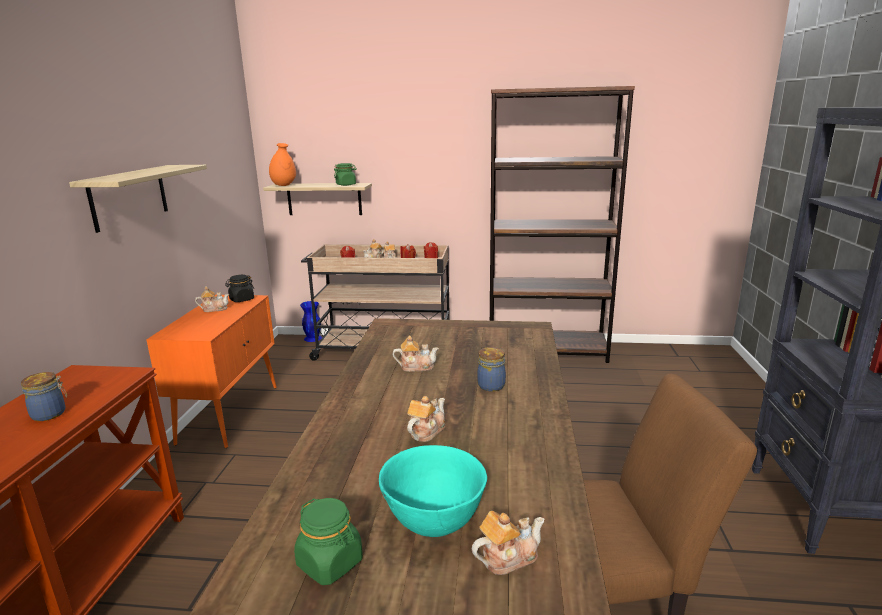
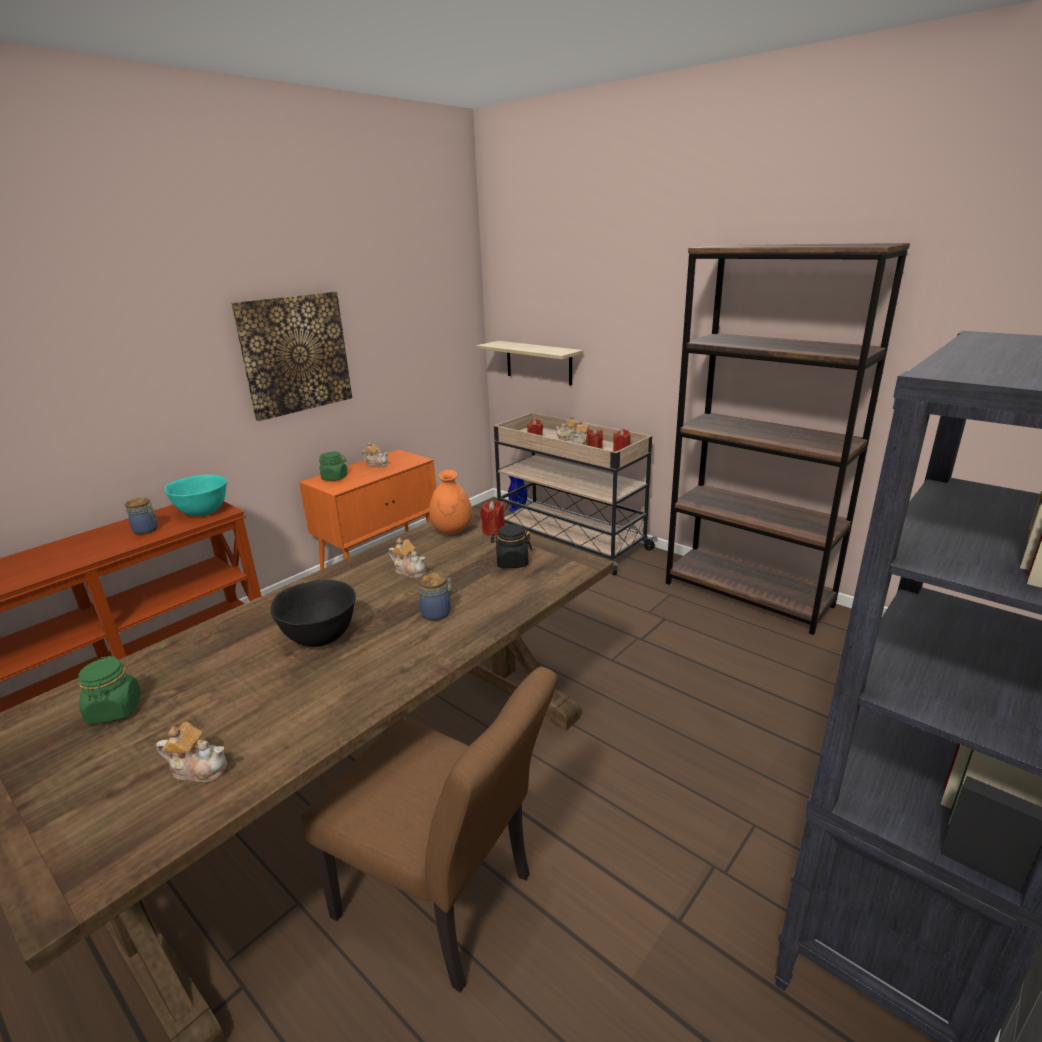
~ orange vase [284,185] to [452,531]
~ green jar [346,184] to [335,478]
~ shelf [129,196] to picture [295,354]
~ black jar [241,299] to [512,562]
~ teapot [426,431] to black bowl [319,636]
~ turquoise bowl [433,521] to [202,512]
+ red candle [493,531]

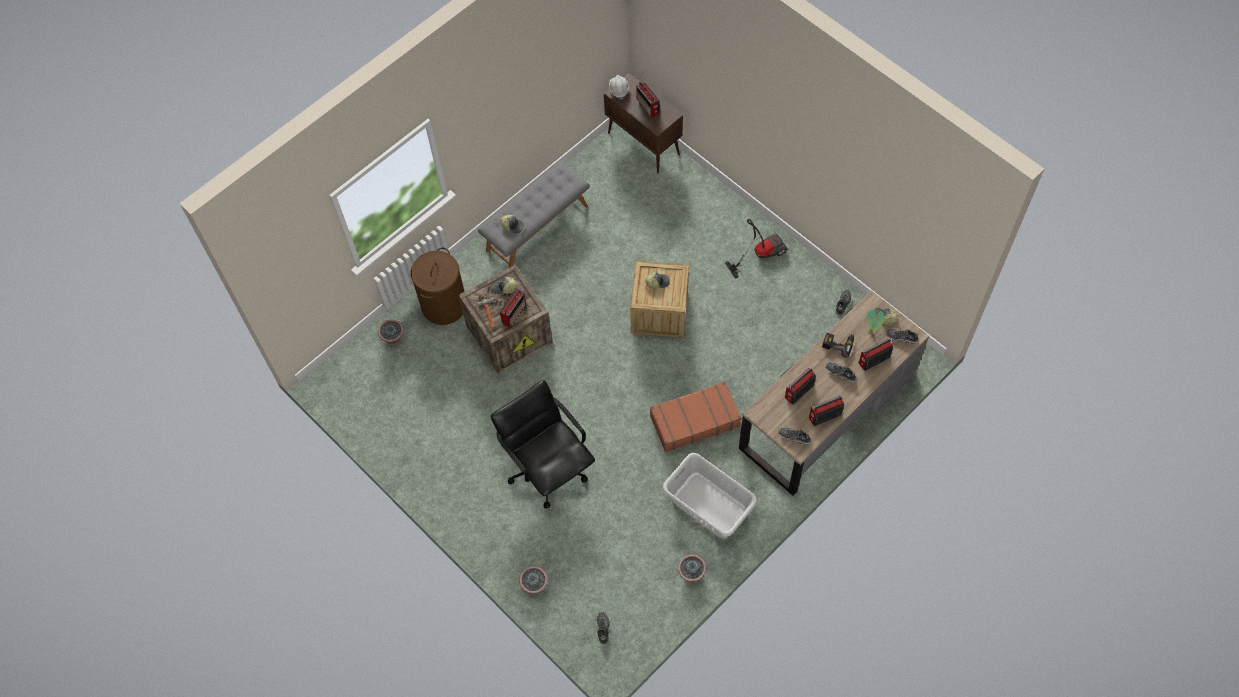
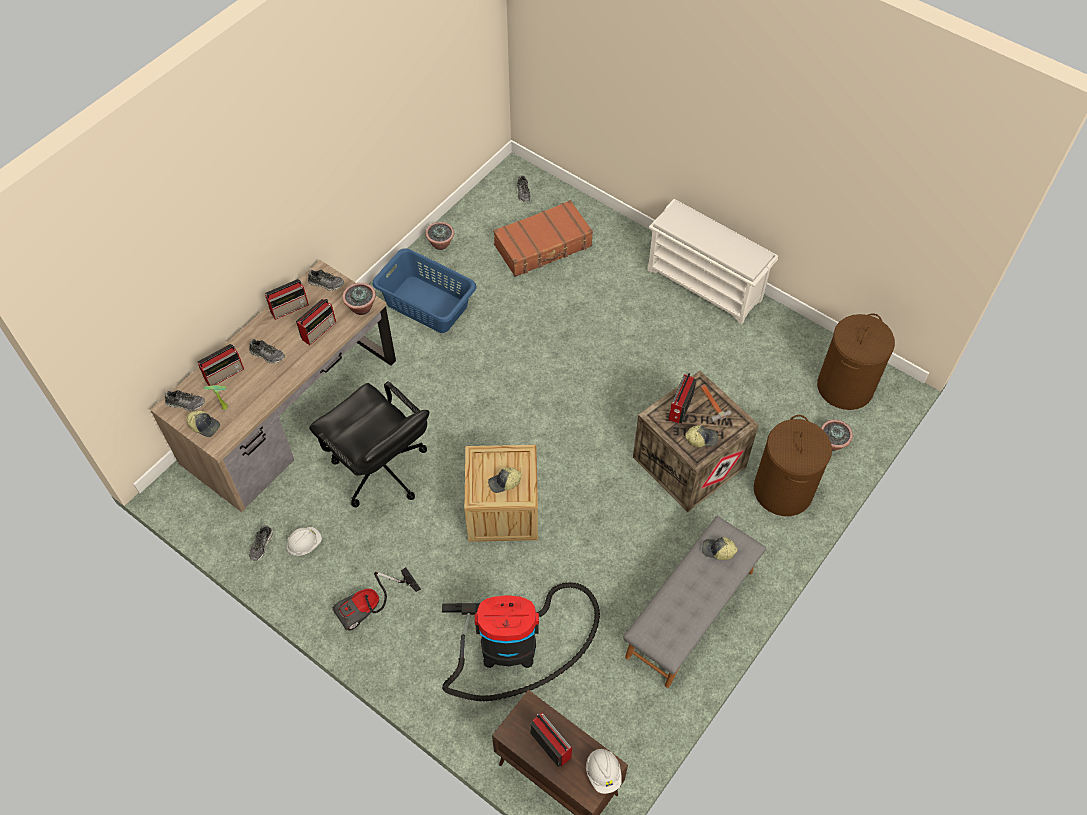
- power drill [838,343]
~ black office chair [548,468] to [380,470]
~ brown suitcase [694,420] to [543,246]
~ grey laundry basket [708,504] to blue laundry basket [427,305]
~ potted plant [534,585] to [361,308]
+ white shoe rack [705,285]
+ brown laundry basket [844,386]
+ white hard hat [305,544]
+ vacuum cleaner [515,645]

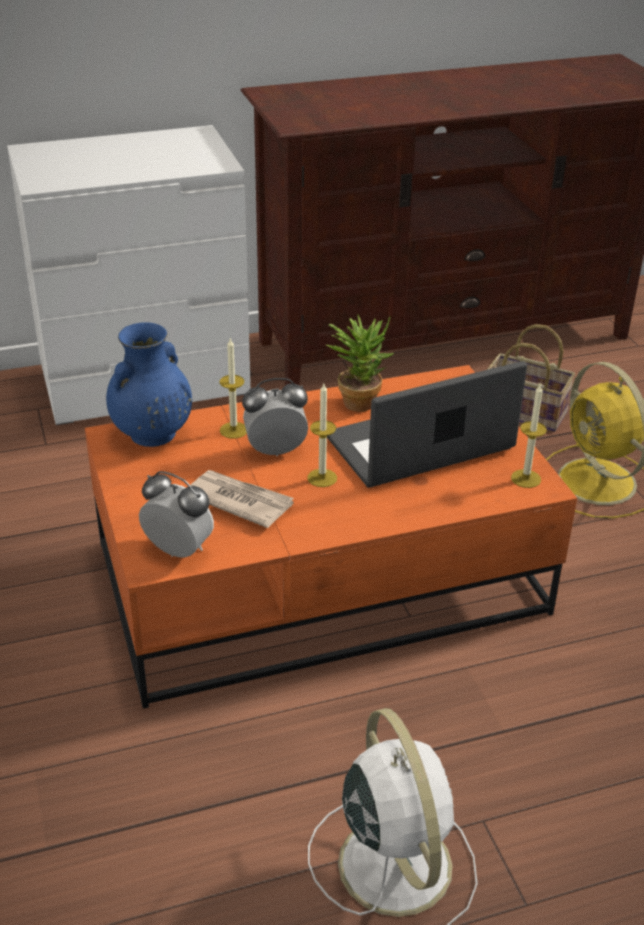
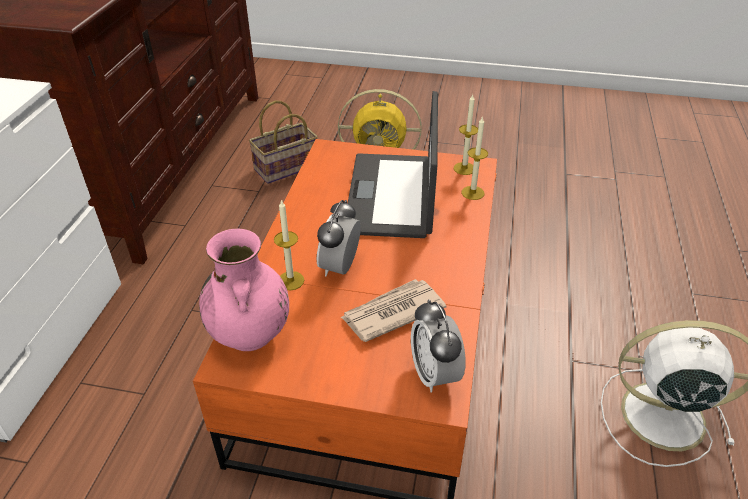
- potted plant [358,399]
~ blue vase [151,434] to pink vase [250,334]
~ candle [322,478] to [472,193]
~ alarm clock [178,550] = [434,374] 75 degrees counterclockwise

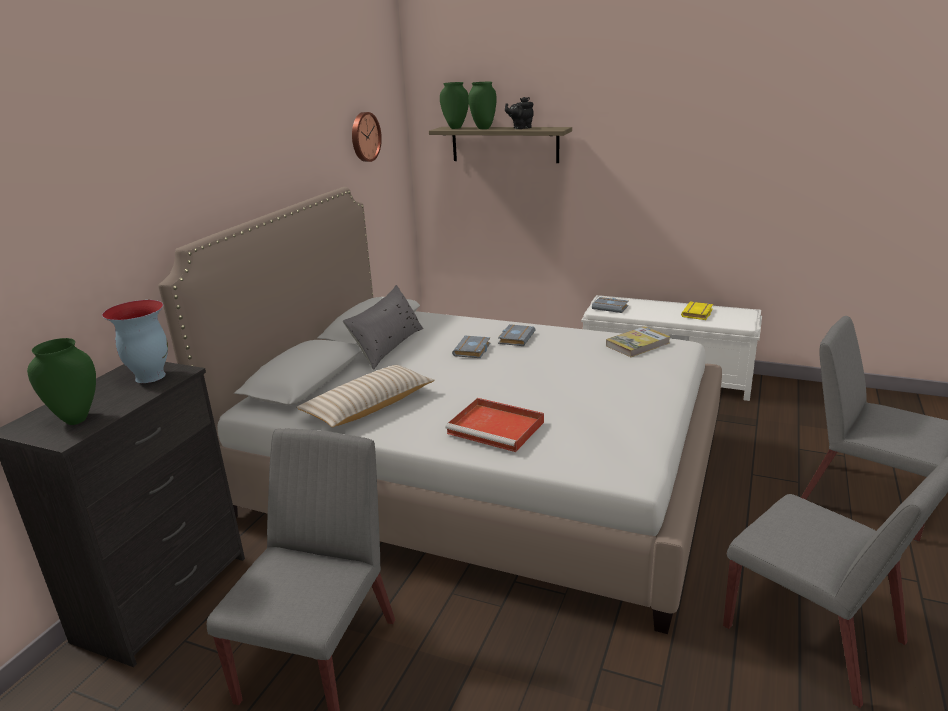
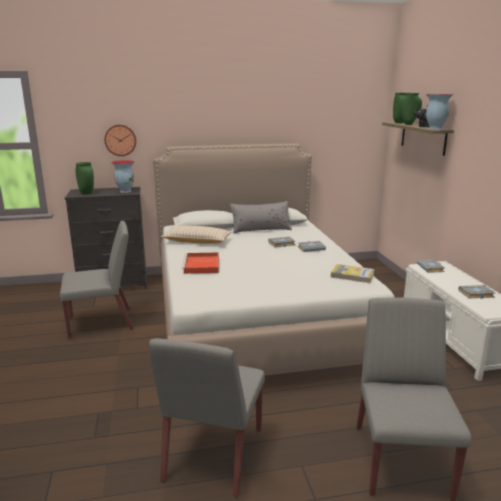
~ wall clock [364,137] to [120,140]
~ yellow book [698,314] to grey book [476,294]
+ vase [435,129]

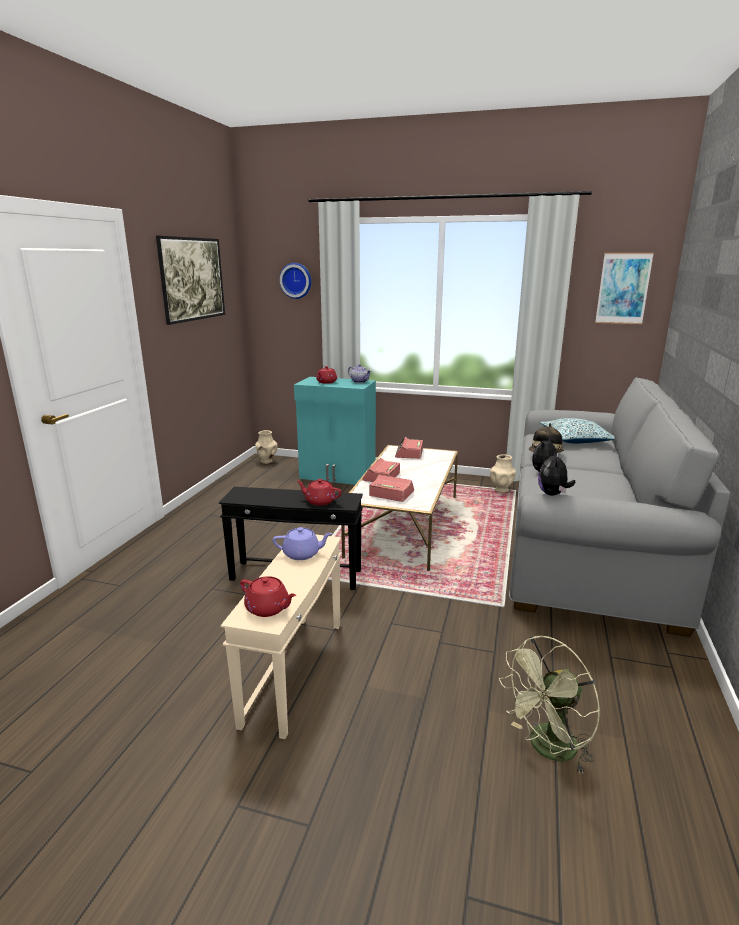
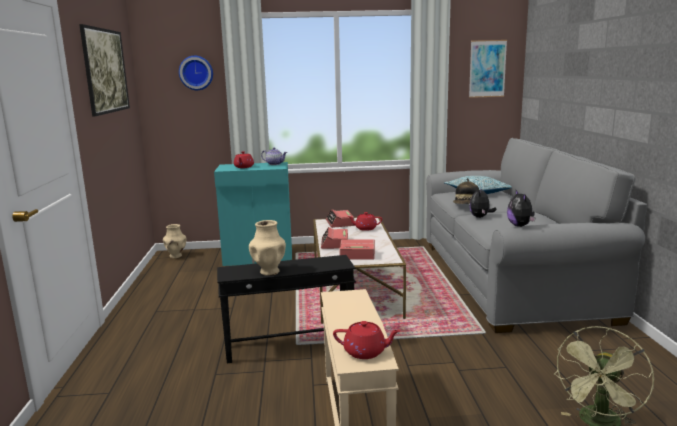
~ beige vase [501,490] to [269,272]
~ red teapot [319,501] to [365,228]
- purple teapot [302,554]

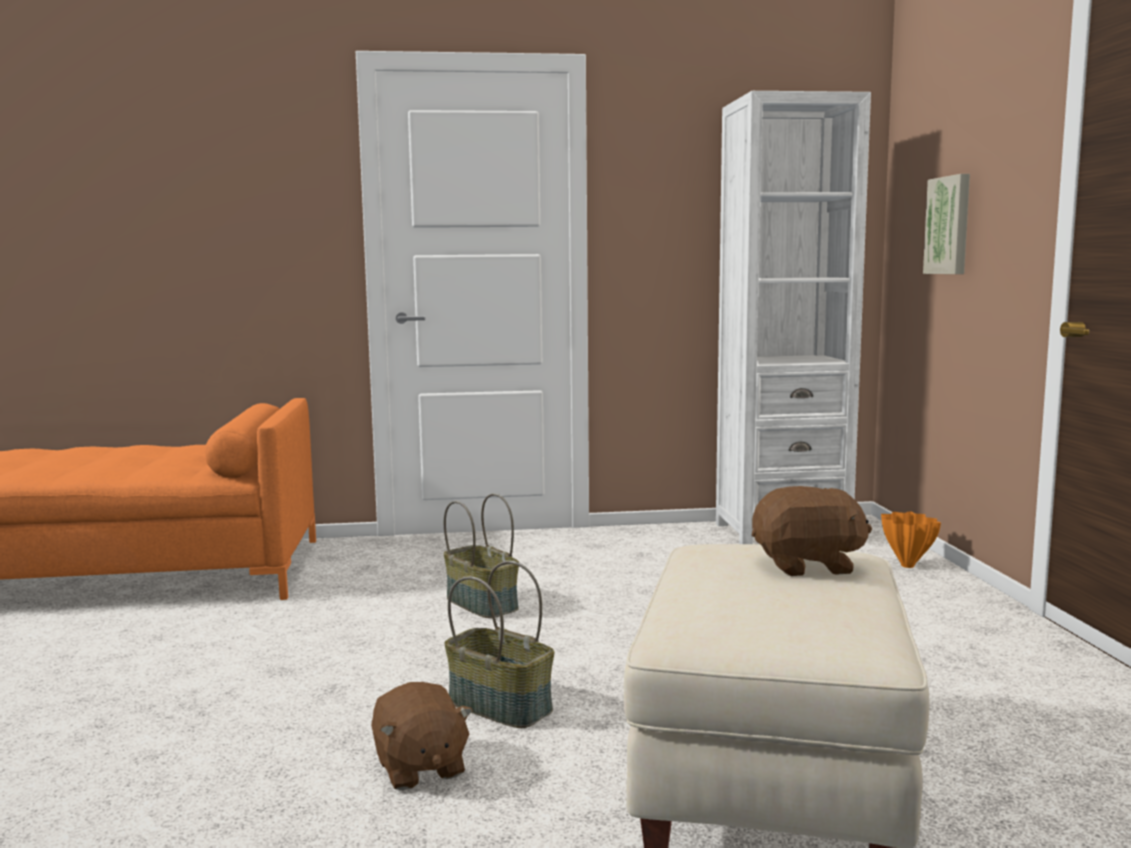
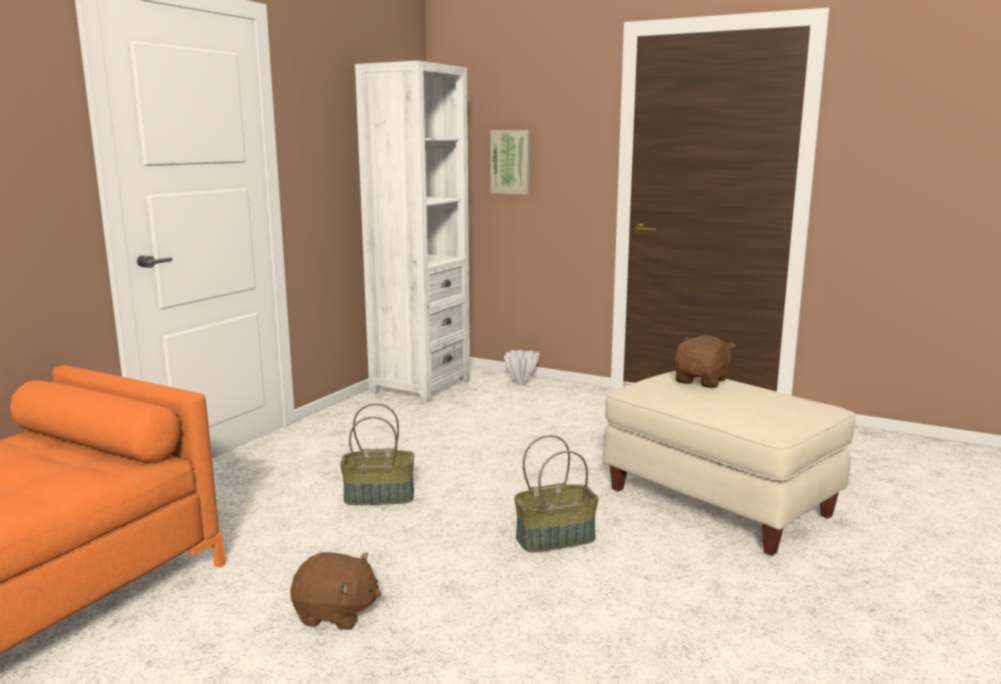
~ orange vase [906,565] to white vase [520,384]
~ brown plush toy [419,768] to [336,614]

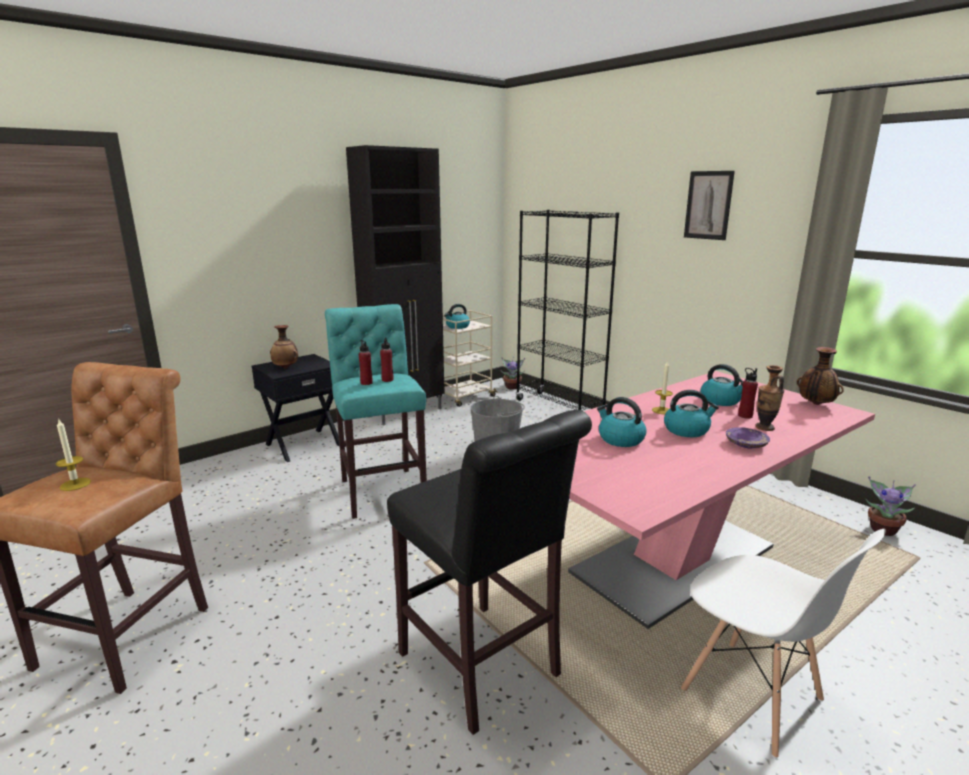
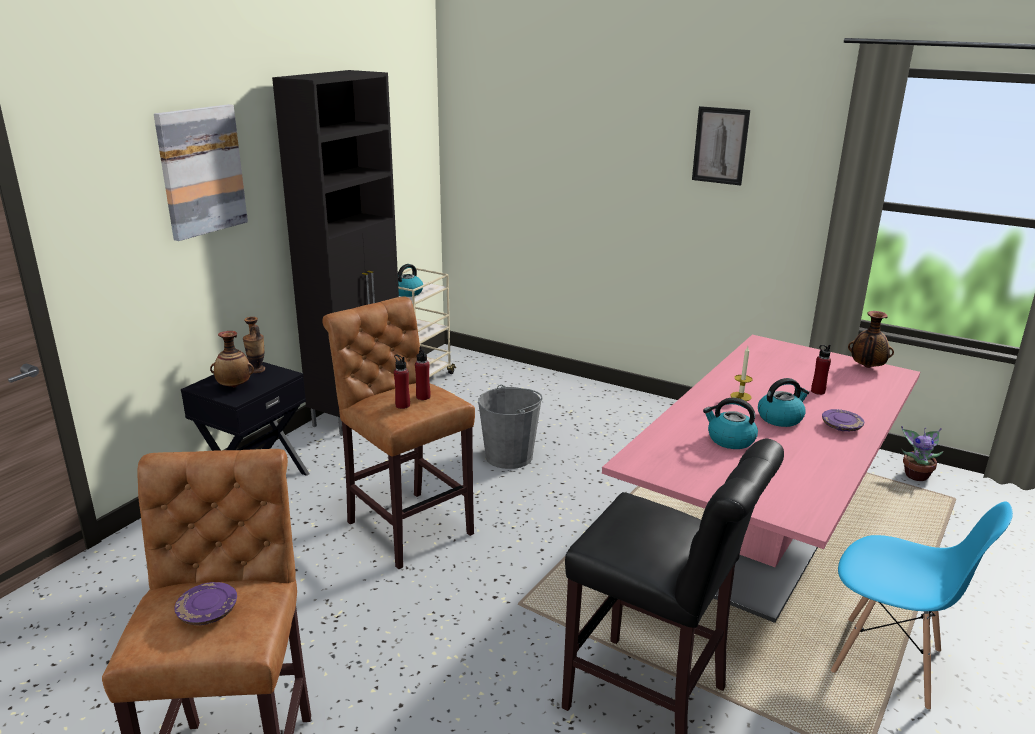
- black bookcase [559,408]
~ turquoise stool [382,490] to brown stool [406,525]
- potted plant [512,387]
- kettle [721,401]
~ vase [764,427] to [257,370]
~ candle [75,484] to purple plate [208,612]
~ white chair [752,696] to blue chair [888,663]
+ picture [201,171]

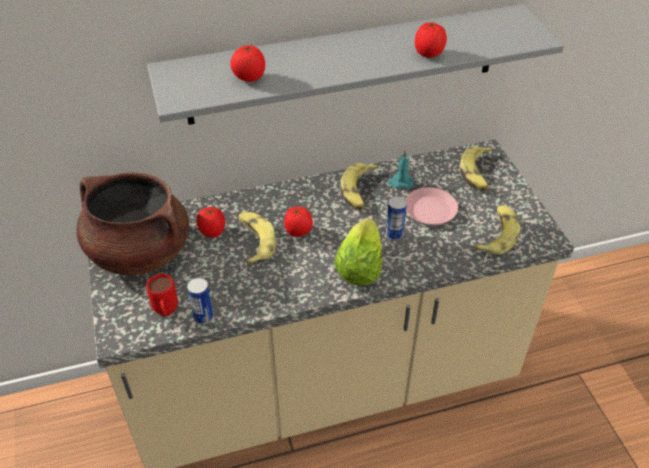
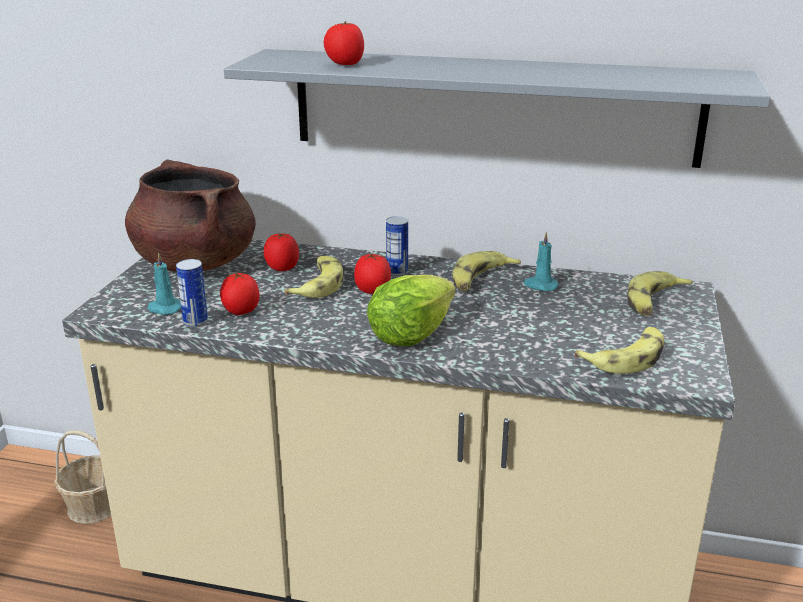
~ tomato [428,54] to [241,312]
- pink plate [430,210]
~ can [394,235] to [397,273]
~ red mug [166,313] to turquoise candle [164,308]
+ basket [93,506]

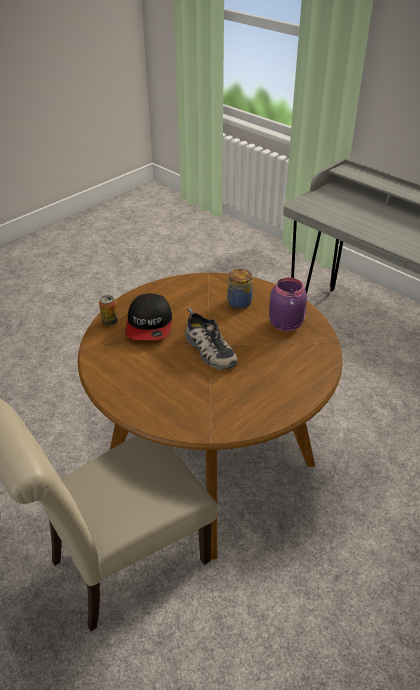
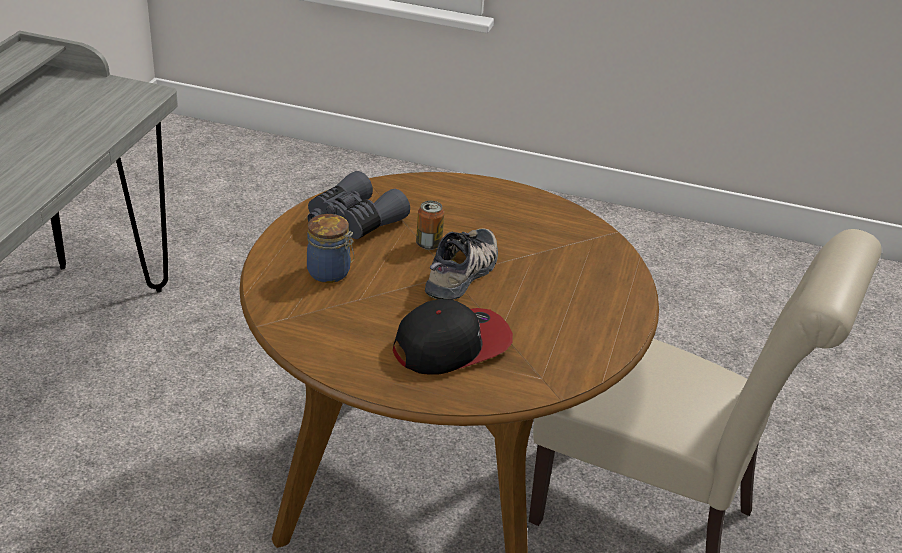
~ purple jar [286,323] to grey binoculars [352,222]
~ can [110,321] to [429,244]

